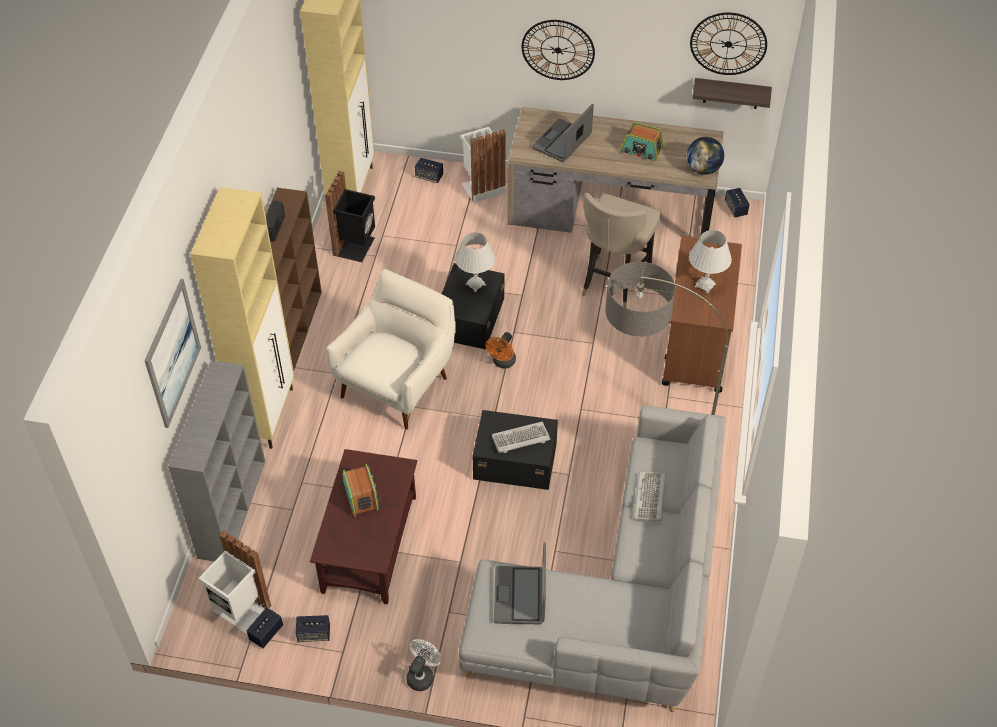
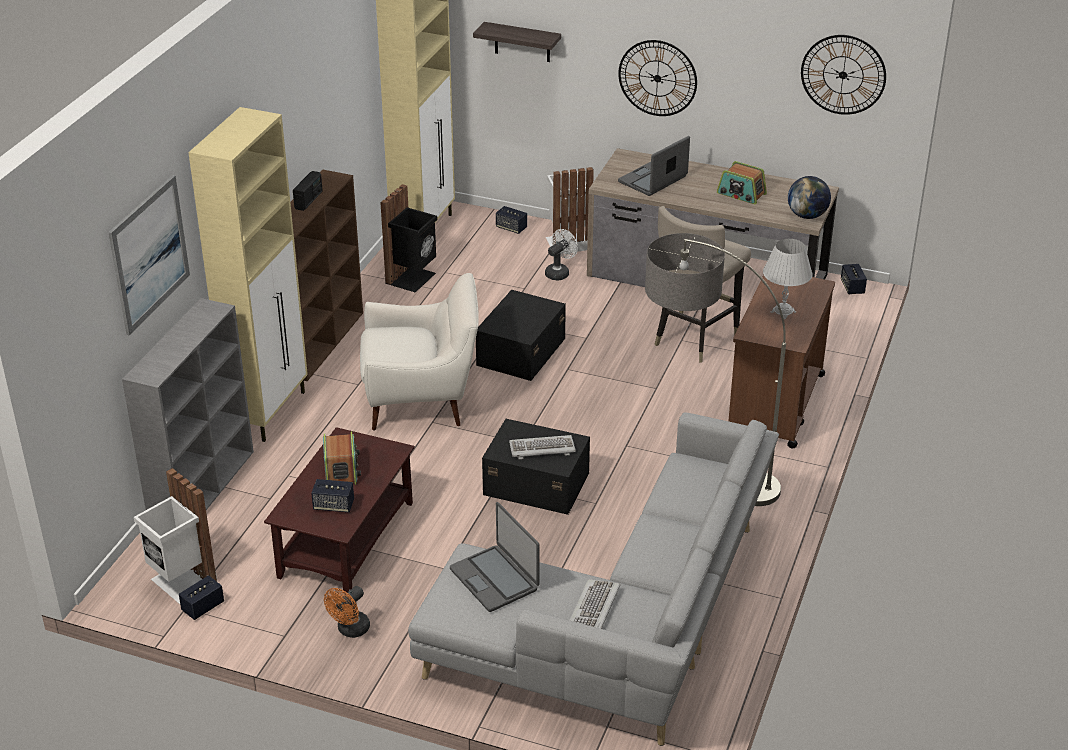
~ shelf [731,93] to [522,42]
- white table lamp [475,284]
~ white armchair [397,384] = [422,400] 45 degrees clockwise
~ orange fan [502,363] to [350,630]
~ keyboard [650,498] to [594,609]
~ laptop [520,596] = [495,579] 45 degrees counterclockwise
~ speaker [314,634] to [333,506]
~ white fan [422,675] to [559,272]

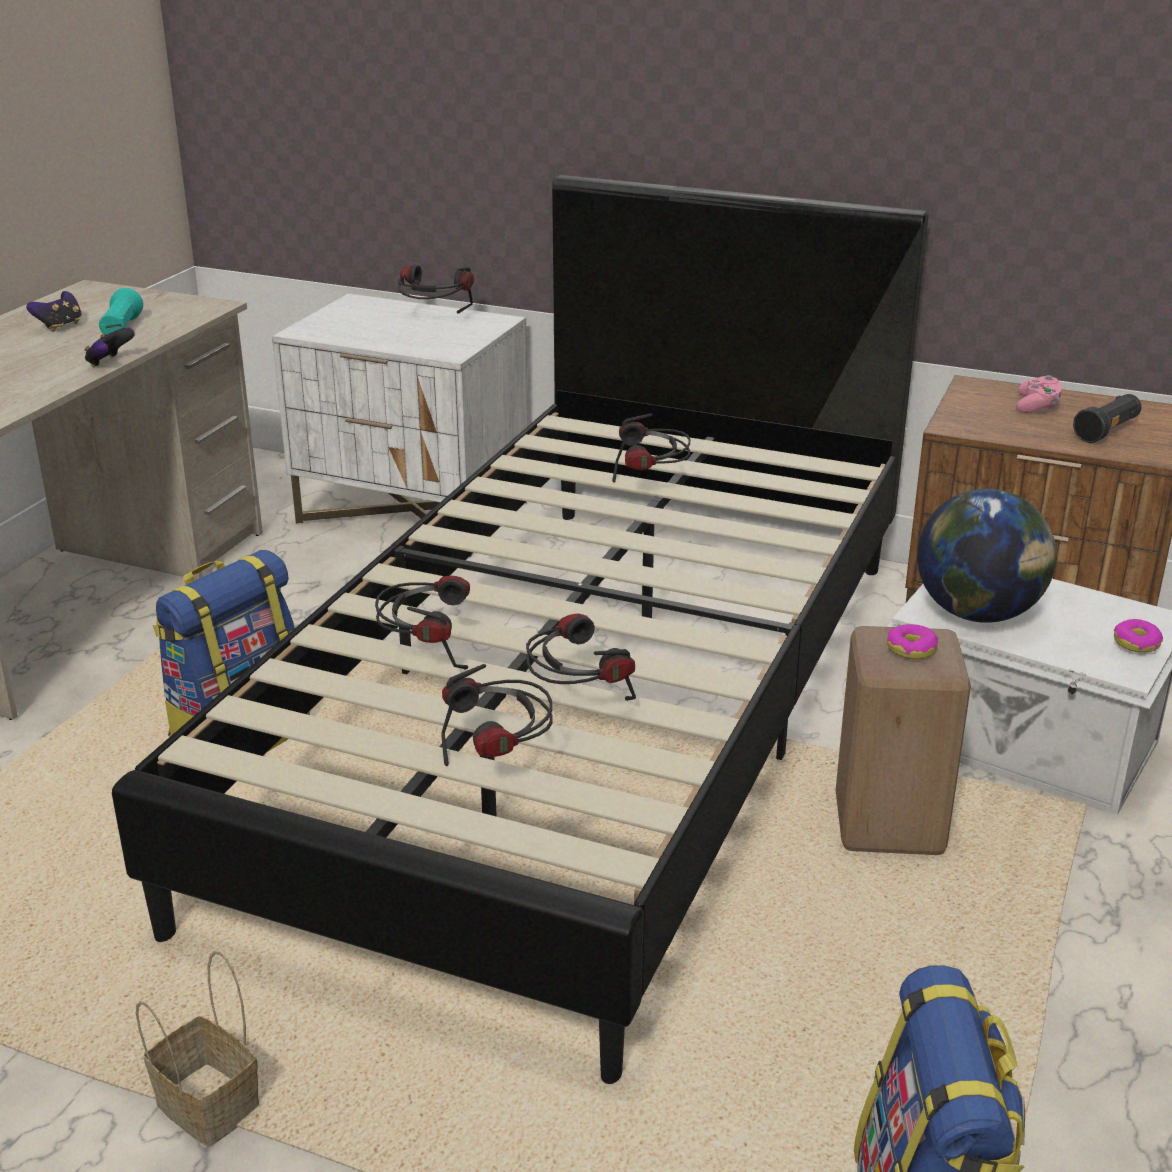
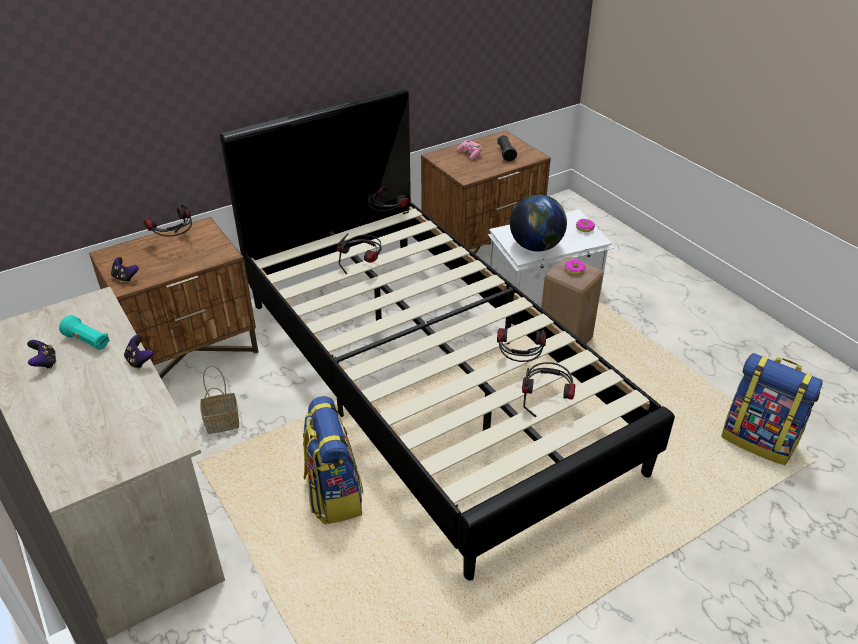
~ white nightstand [414,513] to brown nightstand [190,351]
~ headphones [426,656] to [386,218]
~ basket [204,1105] to [221,423]
+ game controller [125,278]

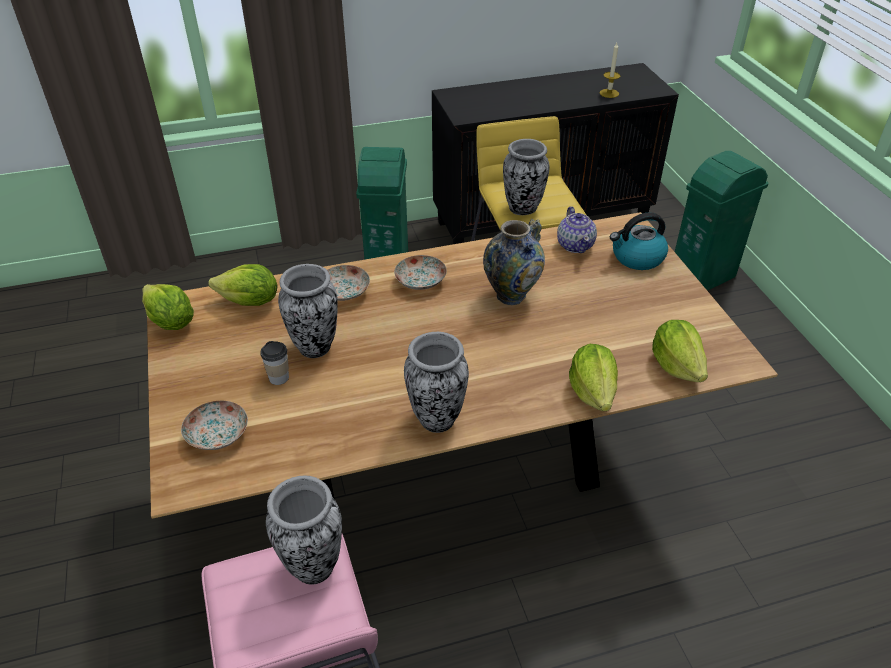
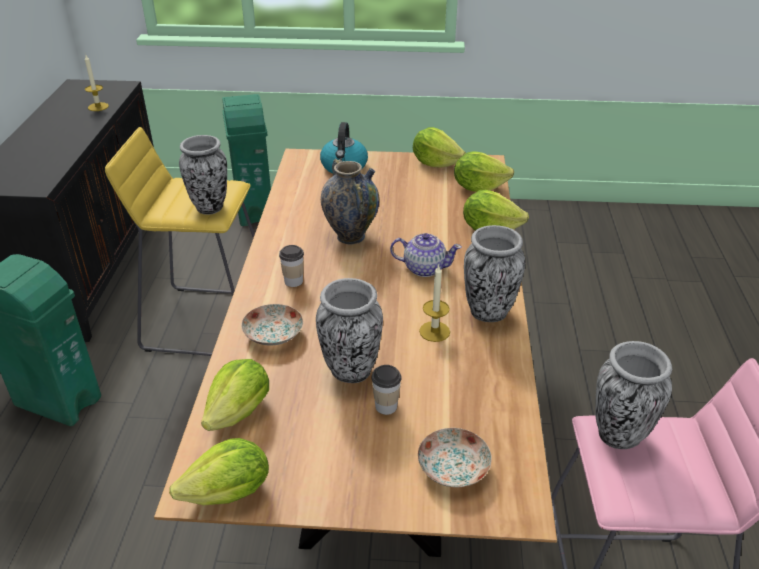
~ teapot [575,245] to [424,268]
~ plate [420,281] to cup [293,281]
+ lettuce [435,163]
+ candle [434,331]

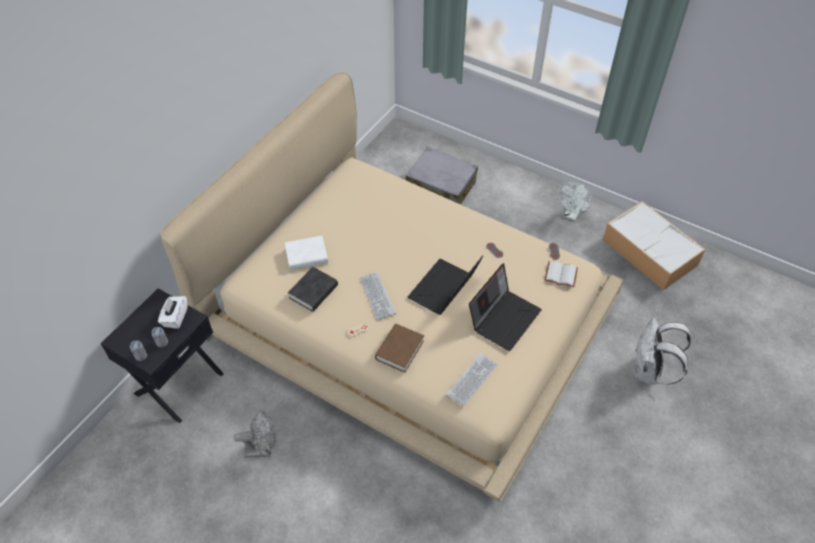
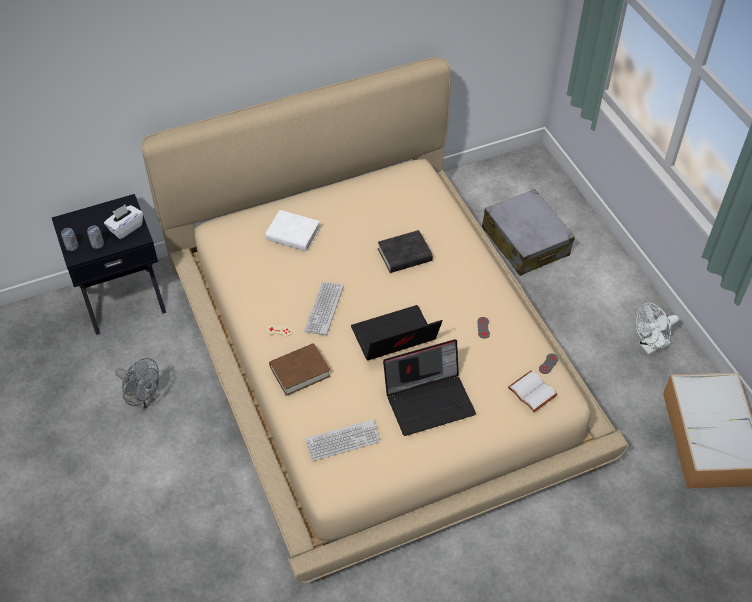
~ black book [313,292] to [404,255]
- white backpack [649,372]

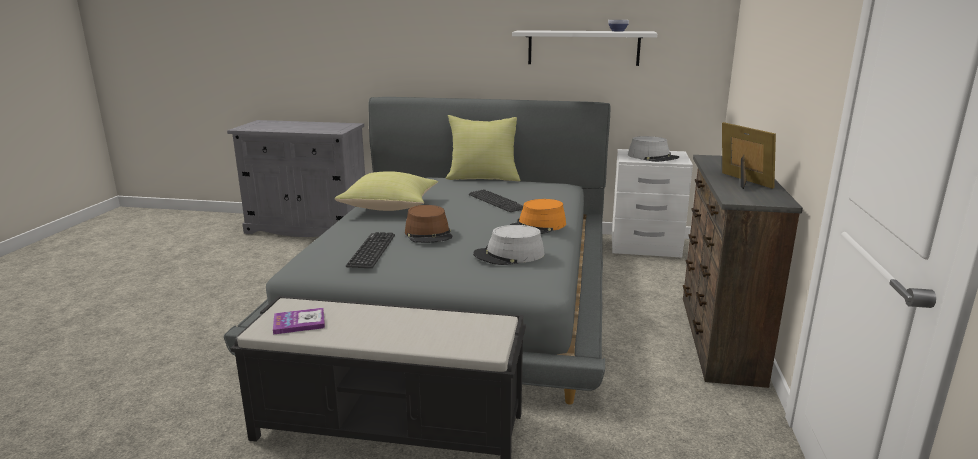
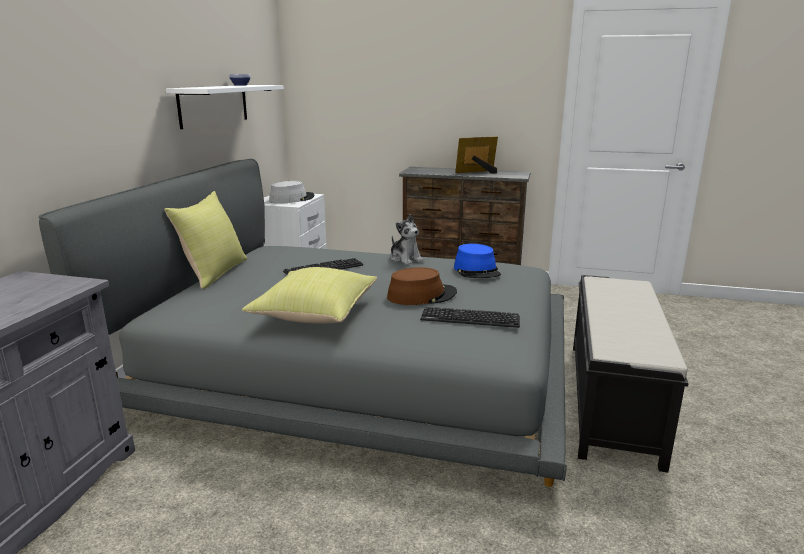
~ orange hat [538,226] to plush toy [405,259]
~ grey hat [509,255] to blue hat [477,270]
- book [299,322]

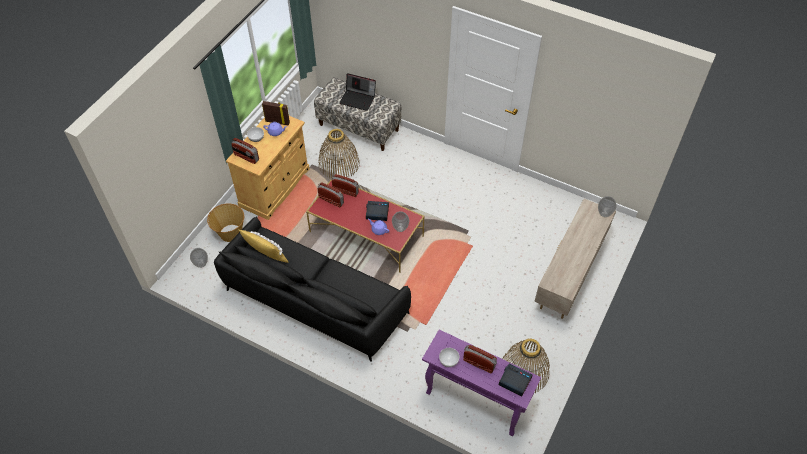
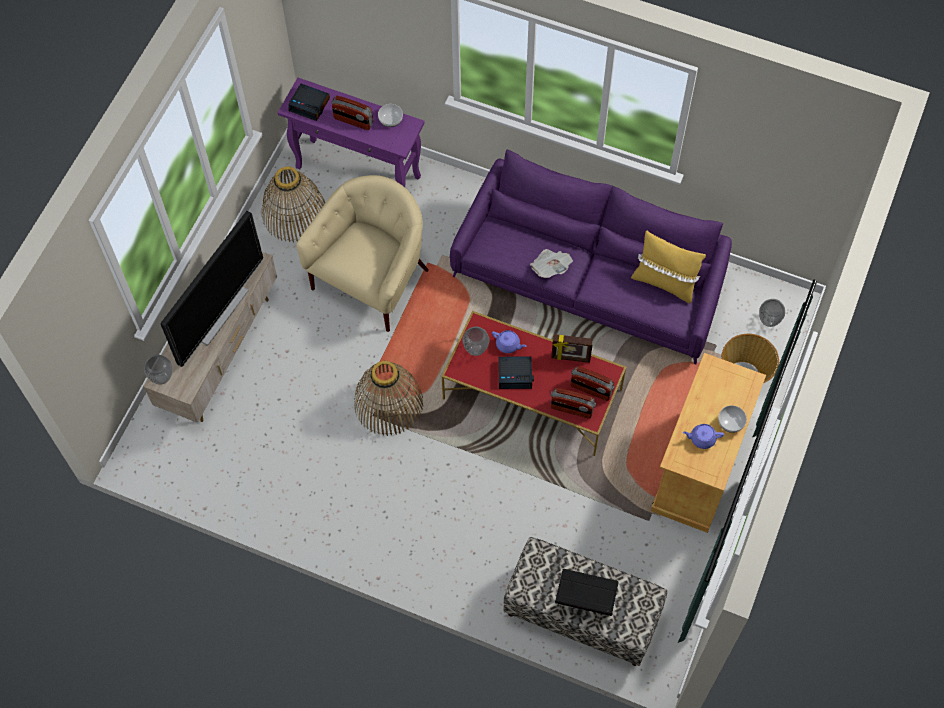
~ picture frame [277,121] to [570,358]
~ basket [339,164] to [388,403]
- radio [246,157]
~ black sofa [313,301] to purple sofa [589,281]
+ beige armchair [372,279]
+ television [219,312]
+ newspaper [550,268]

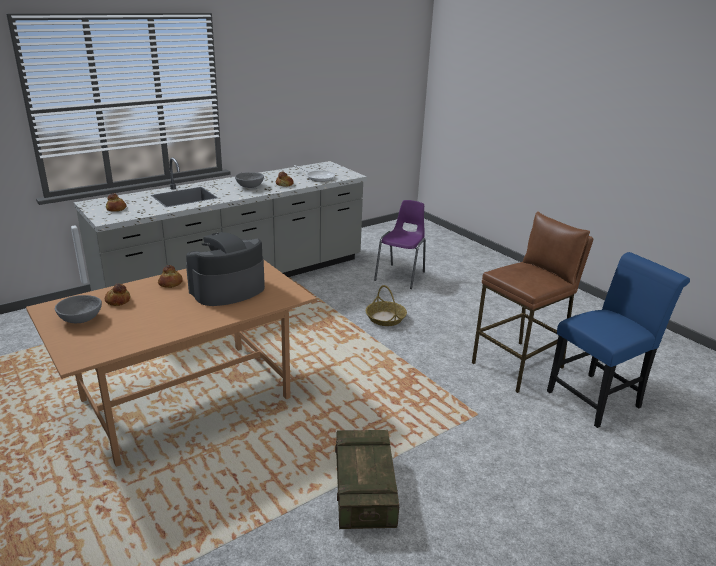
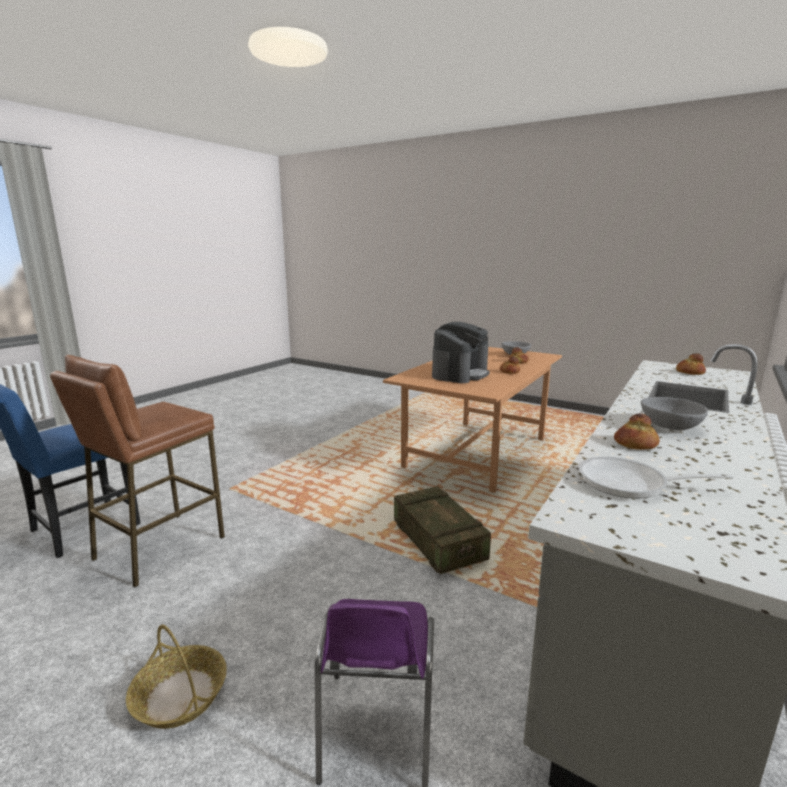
~ basket [385,318] to [179,696]
~ crate [364,491] to [438,542]

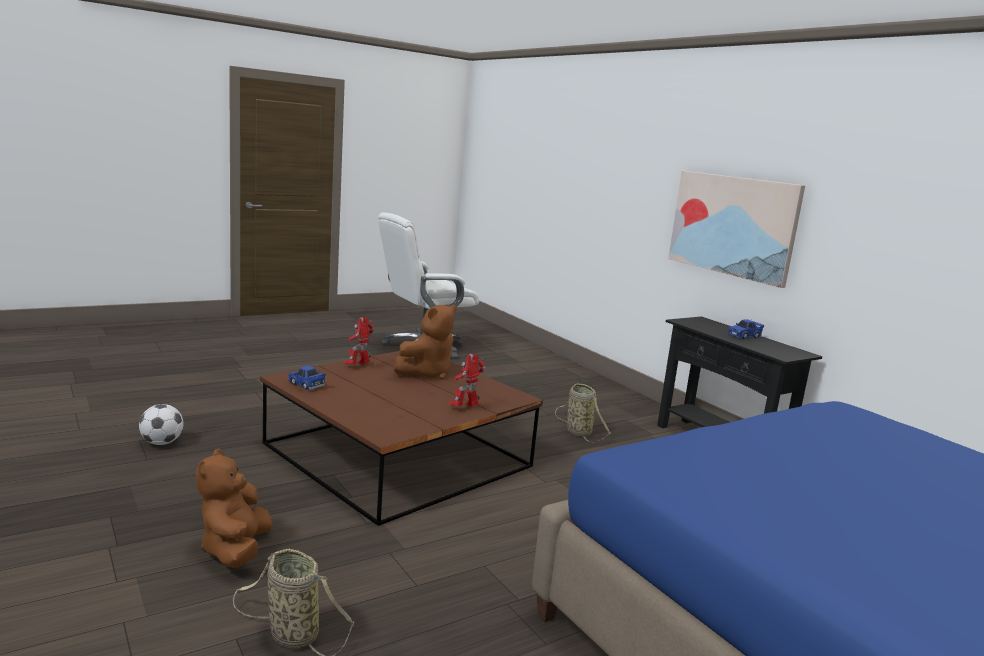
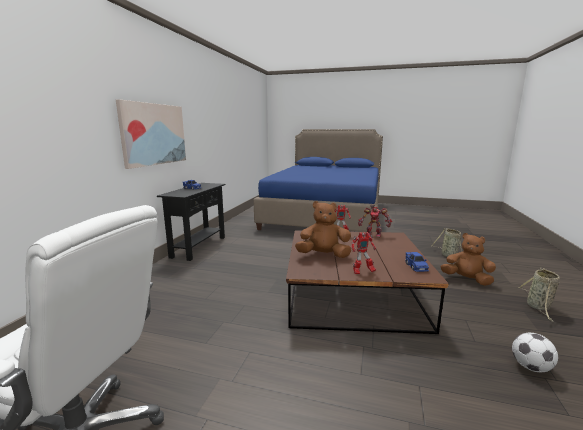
~ basket [577,431] to [538,307]
~ brown plush toy [235,550] = [466,279] 105 degrees counterclockwise
+ toy robot [373,234]

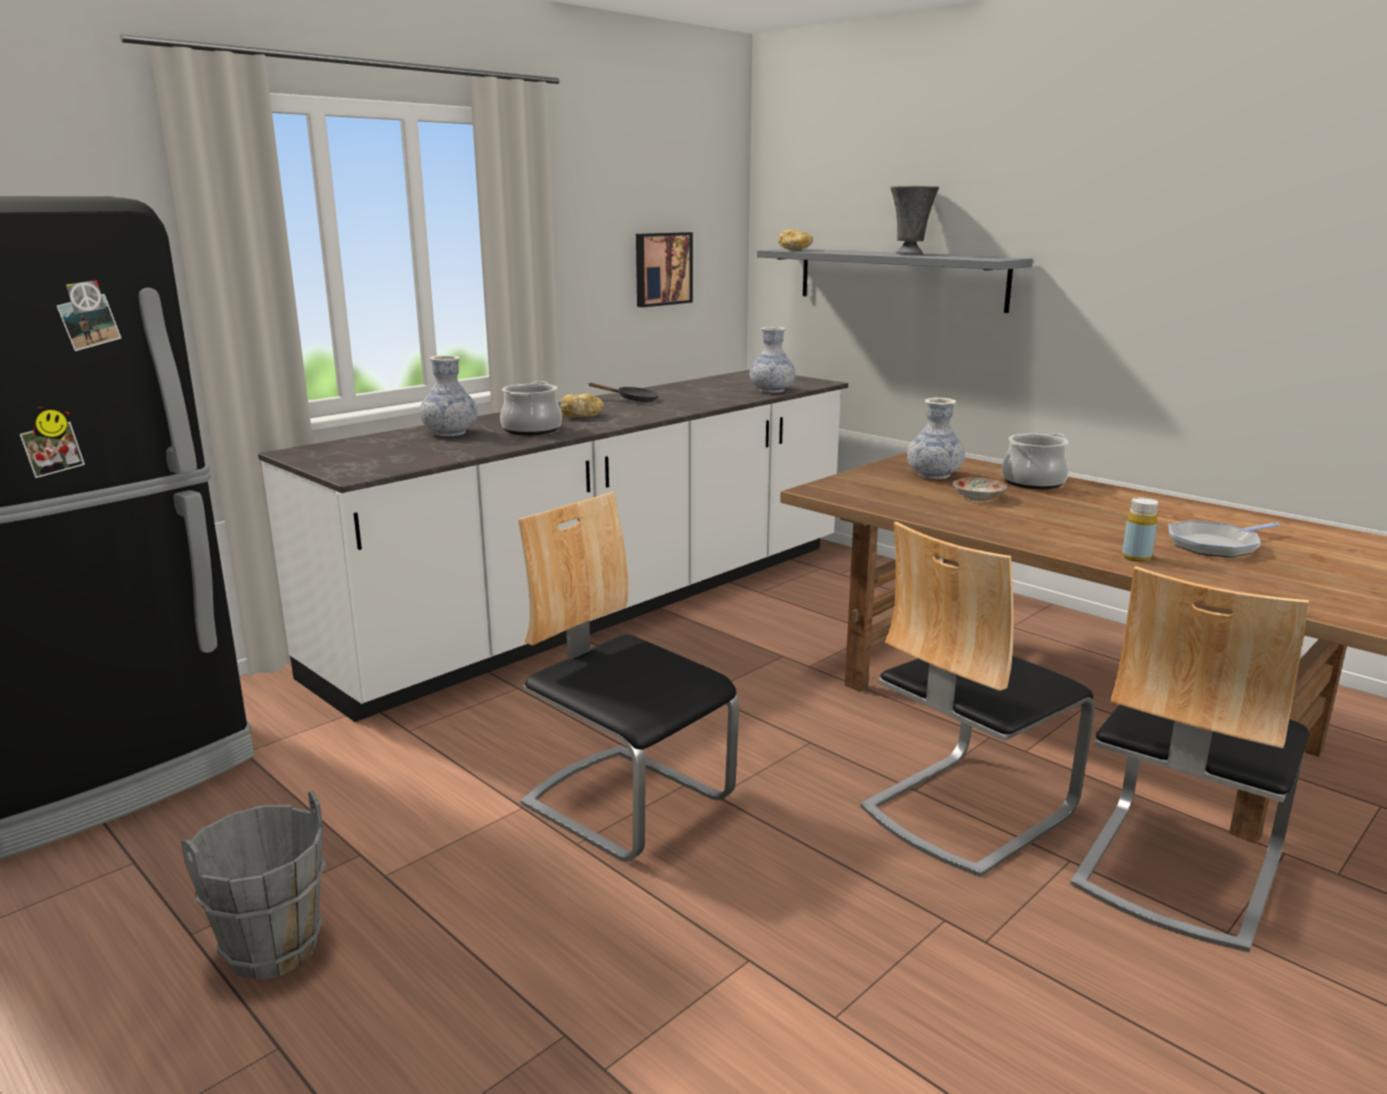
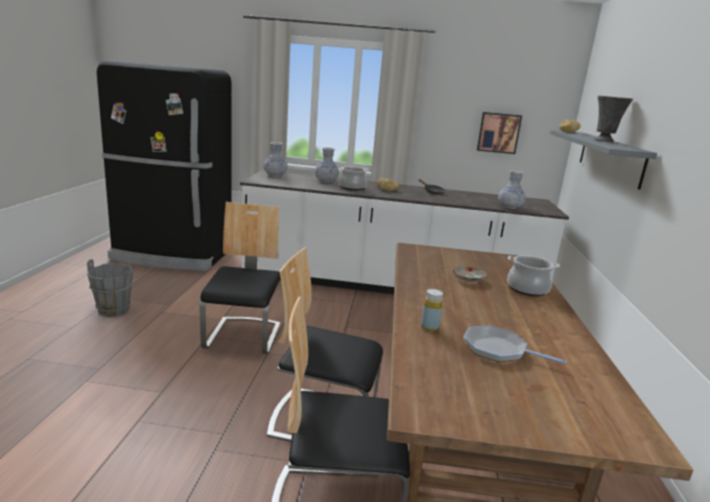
~ vase [934,475] to [275,175]

